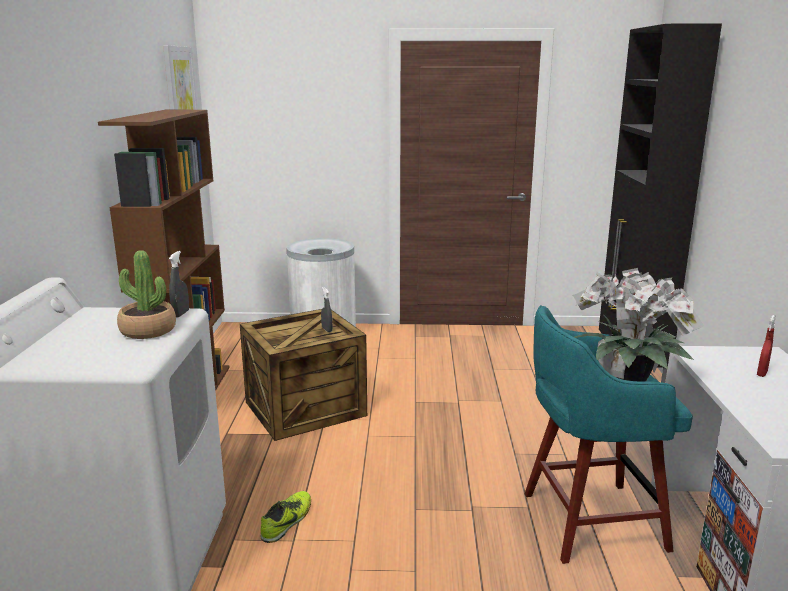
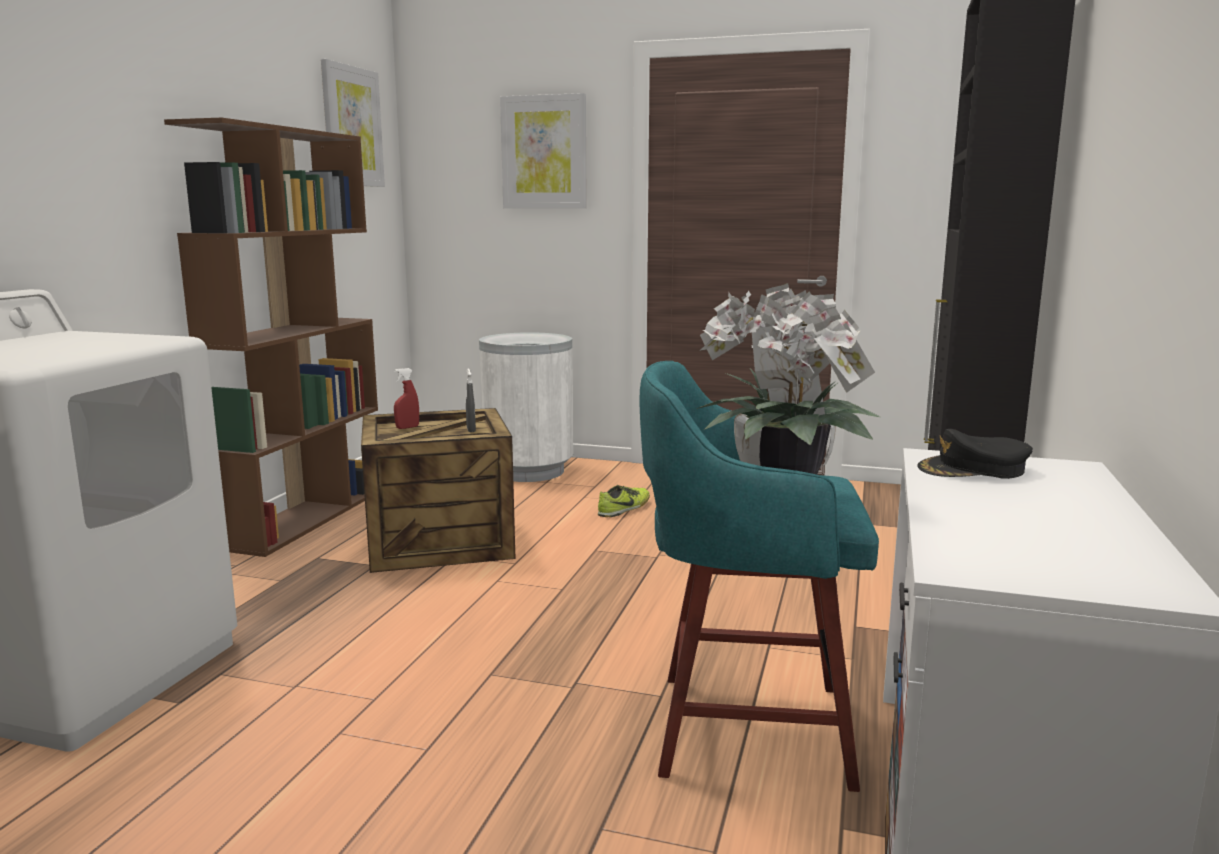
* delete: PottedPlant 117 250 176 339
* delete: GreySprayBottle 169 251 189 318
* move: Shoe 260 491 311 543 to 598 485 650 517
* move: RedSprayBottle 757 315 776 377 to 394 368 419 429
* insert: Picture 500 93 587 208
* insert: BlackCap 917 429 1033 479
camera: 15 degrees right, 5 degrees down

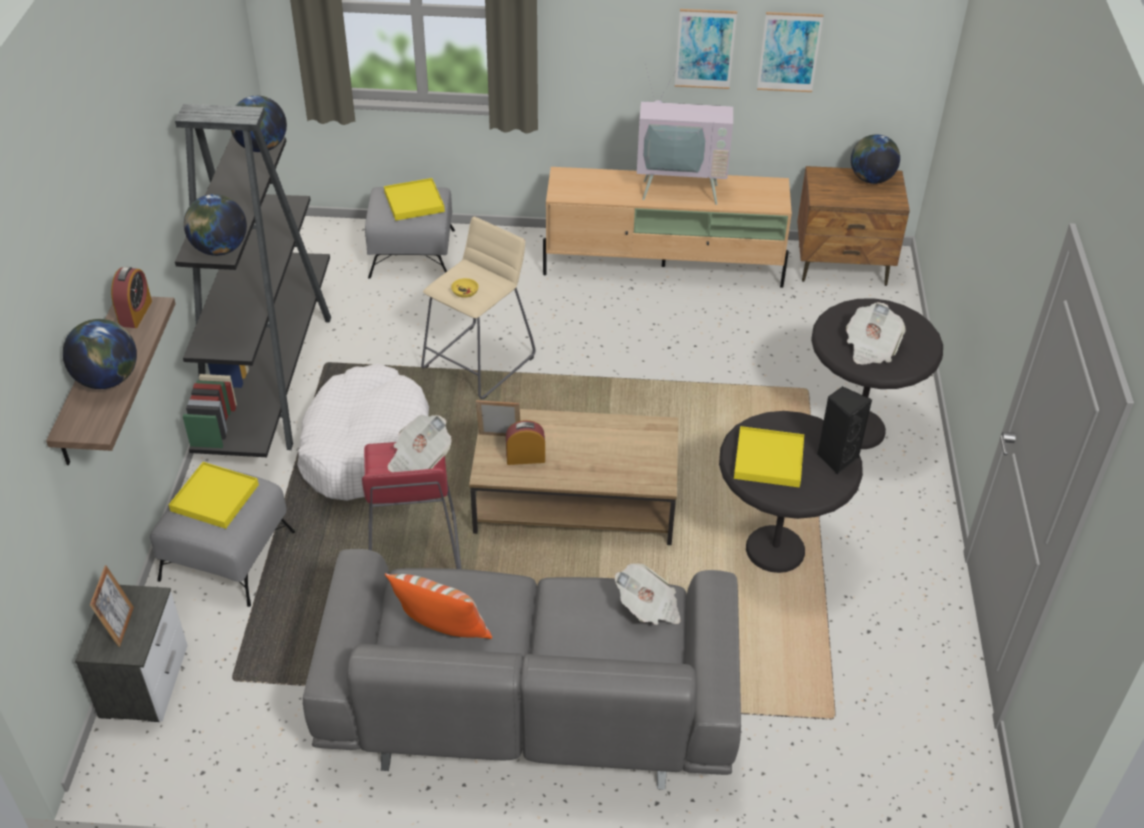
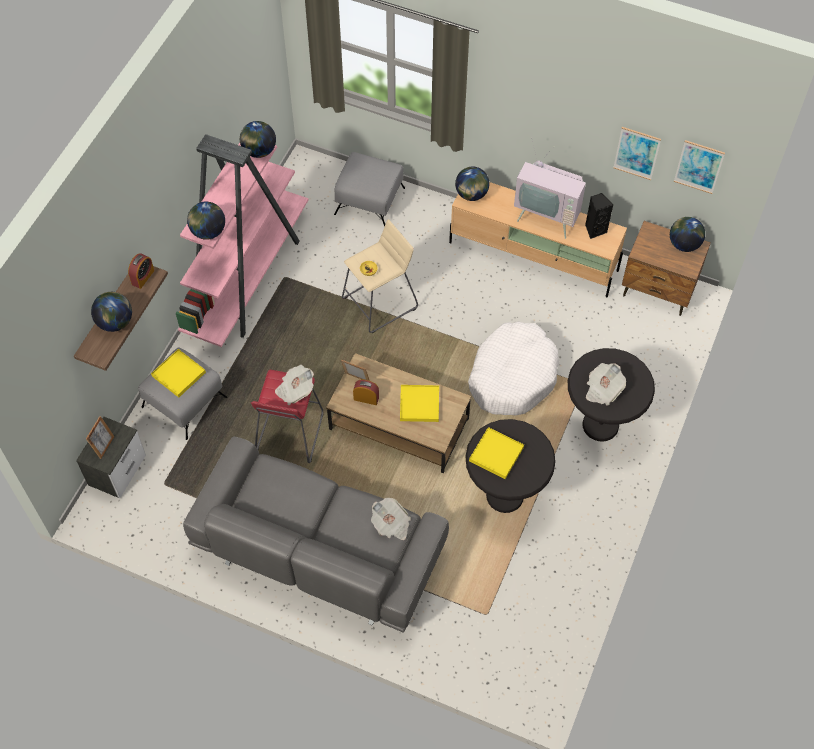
* recolor: BlackBookcase 175 104 331 457 to PinkBookcase 176 134 308 347
* move: WhiteDogBed 297 363 429 501 to 468 321 560 415
* move: YellowTray 384 178 445 221 to 400 385 439 422
* delete: Pillow 385 573 492 639
* move: Picture 675 9 737 89 to 674 140 725 194
* move: BlackSpeaker 817 386 872 475 to 585 193 613 239
* insert: Globe 455 167 489 201
camera: 20 degrees right, 15 degrees up

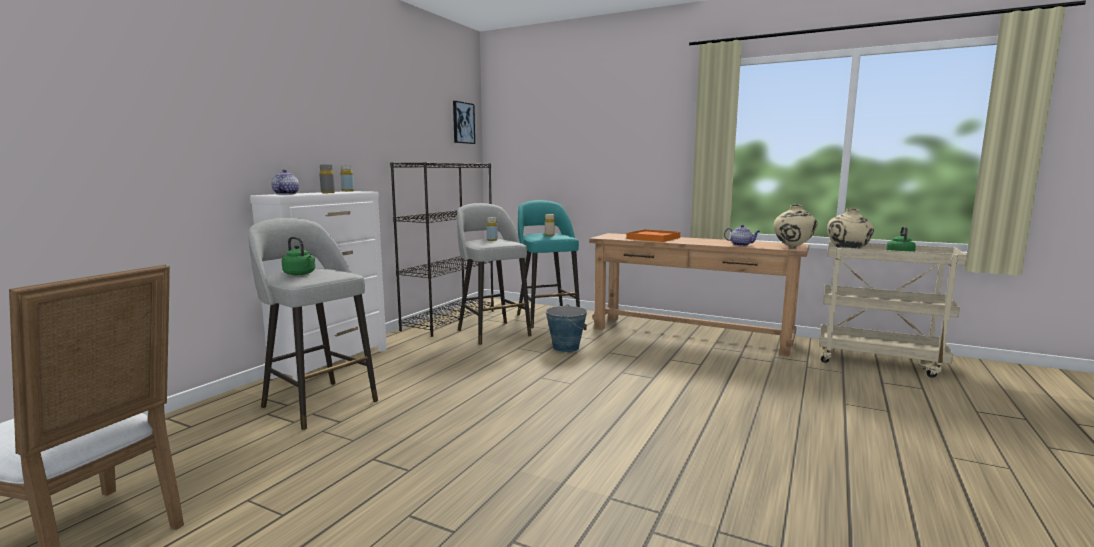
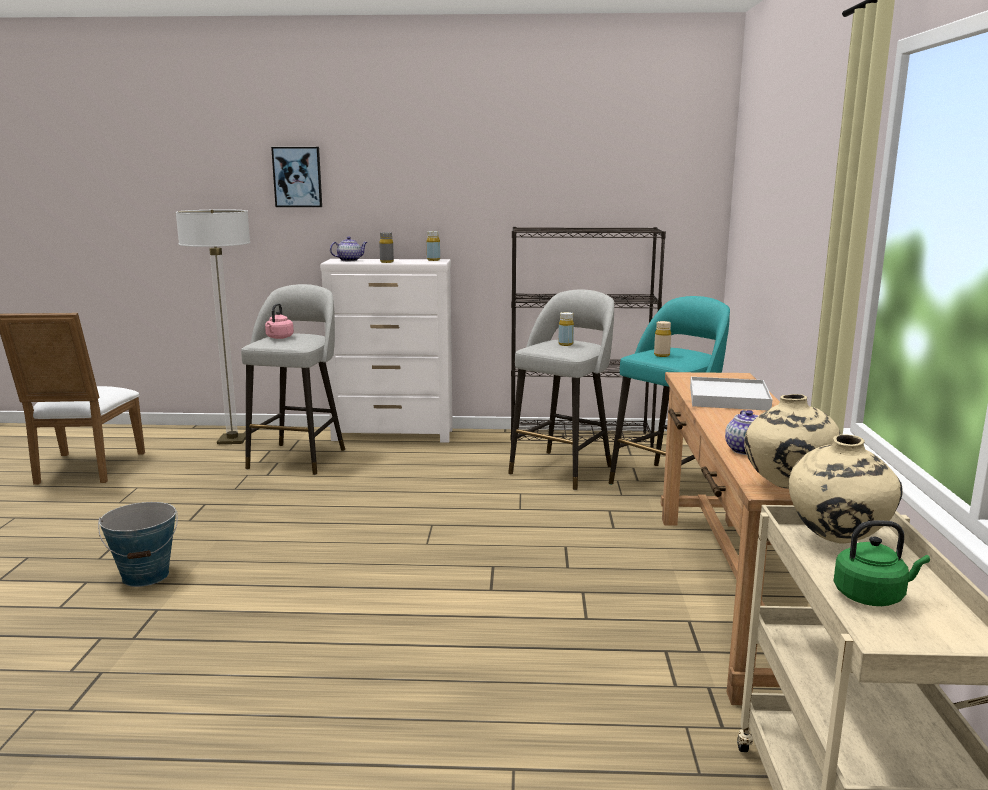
* recolor: GreenKettle 282 237 315 275 to PinkKettle 265 303 294 339
* move: Picture 453 101 475 144 to 271 147 322 207
* move: Bucket 546 304 587 352 to 98 502 178 587
* recolor: OrangeTray 626 229 680 242 to WhiteTray 690 377 772 410
* insert: FloorLamp 176 209 251 444
camera: 65 degrees right, 5 degrees up

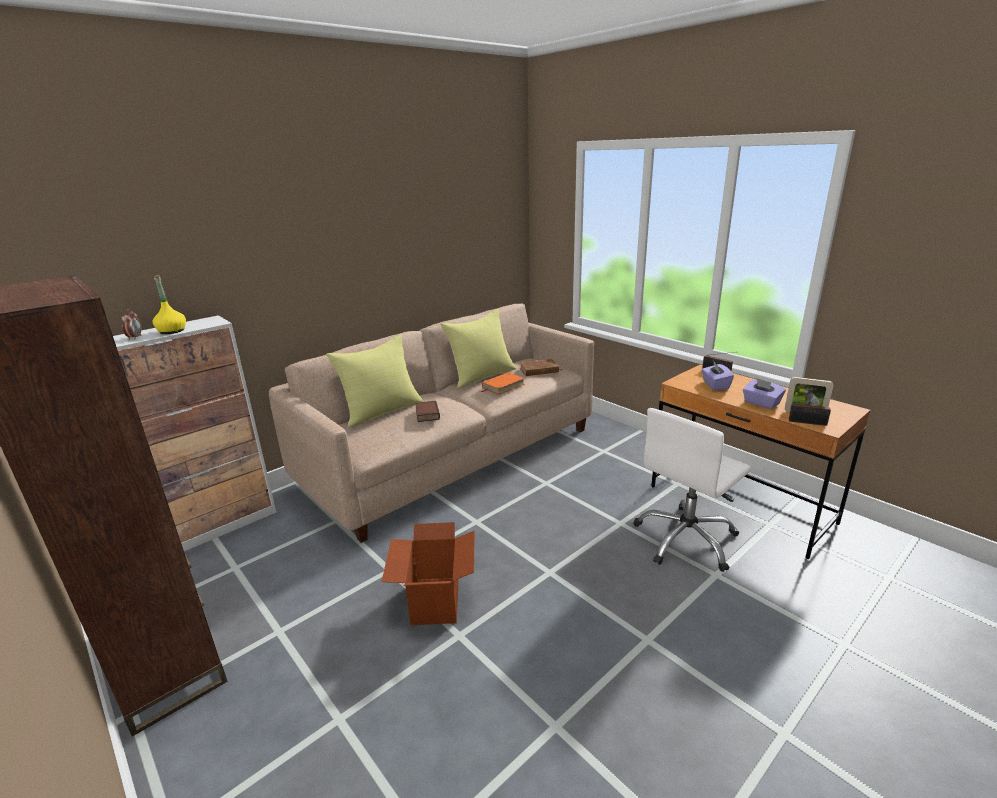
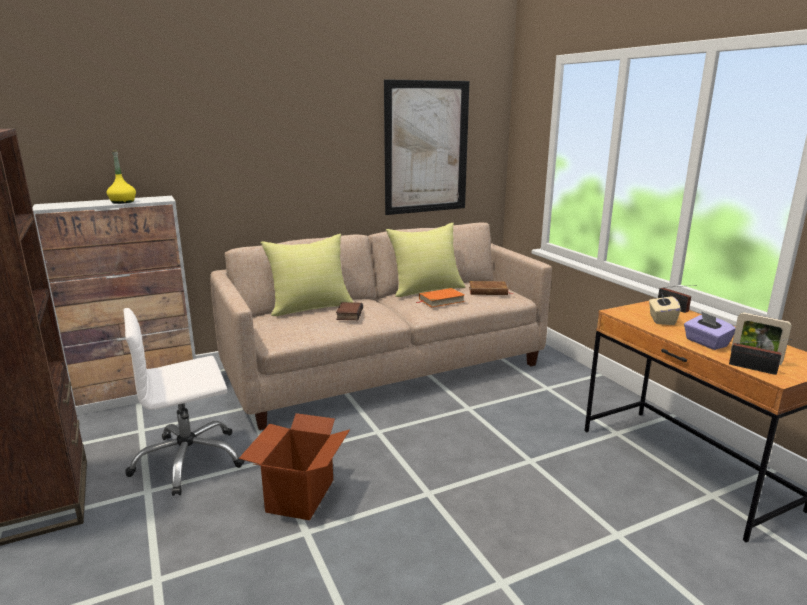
* delete: AlarmClock 121 309 142 340
* move: WhiteOfficeChair 633 408 751 572 to 123 308 244 496
* recolor: PurpleTissueBox 702 361 734 390 to BeigeTissueBox 649 292 681 325
* insert: Picture 384 79 470 215
camera: 15 degrees right, 5 degrees down

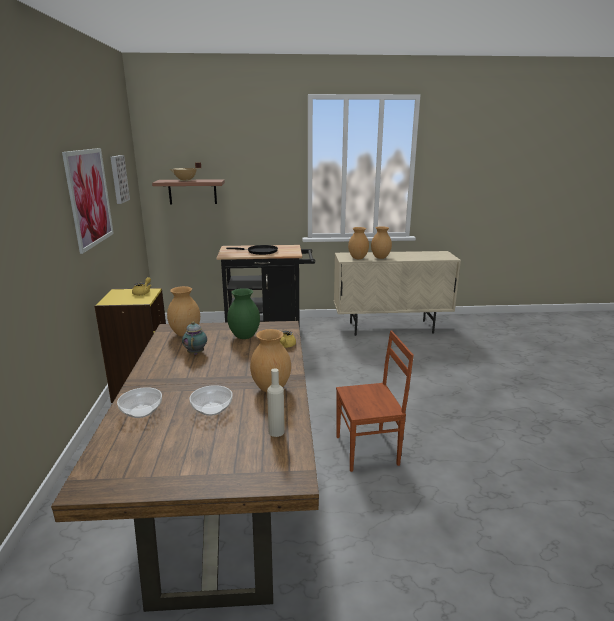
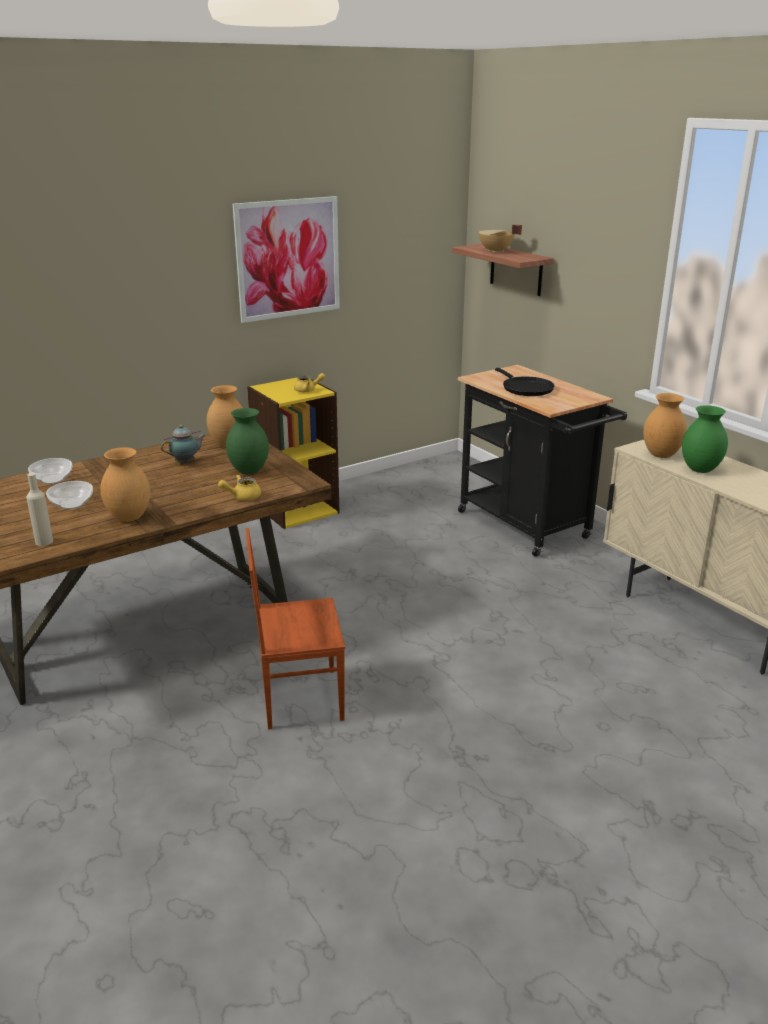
* delete: Picture 110 155 130 204
* rotate: BrownChair 336 330 414 472 = 246 528 345 730 120 degrees clockwise
* recolor: BrownVase 371 226 392 259 to GreenVase 682 405 728 473
camera: 60 degrees right, 5 degrees up

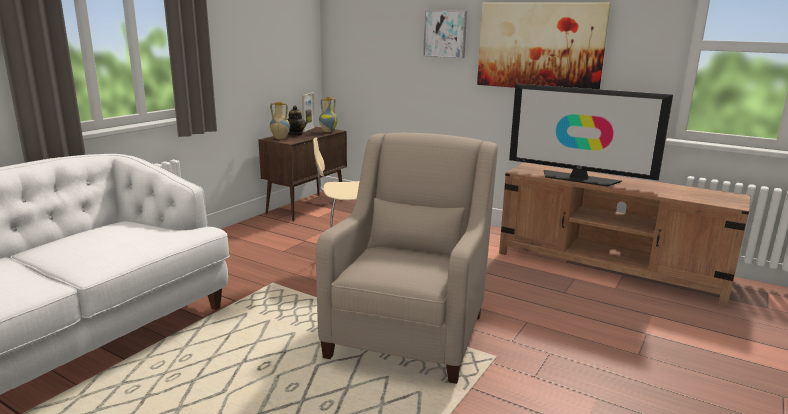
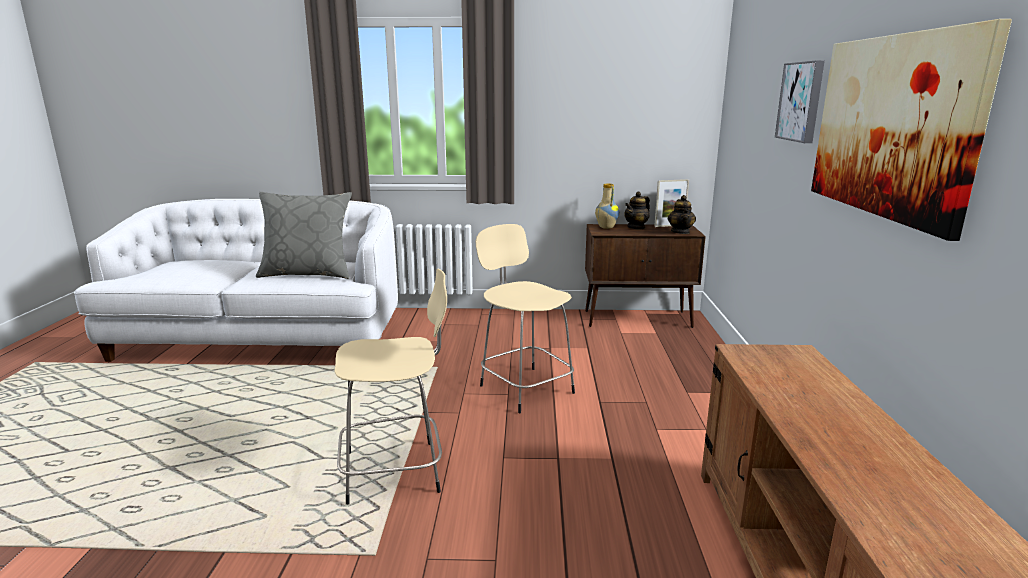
* replace: BeigeArmchair 316 133 498 384 to BeigeStool 334 269 447 505
* replace: Vase 319 97 338 132 to Teapot 667 195 696 234
* delete: Television 509 84 673 187
* insert: GreyPillow 256 192 352 279
camera: 60 degrees right, 0 degrees up

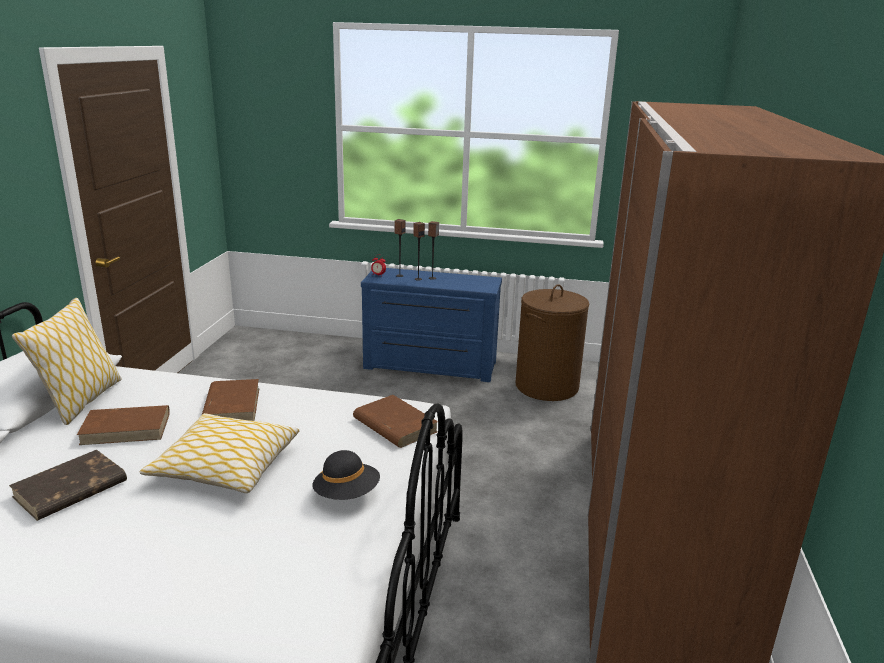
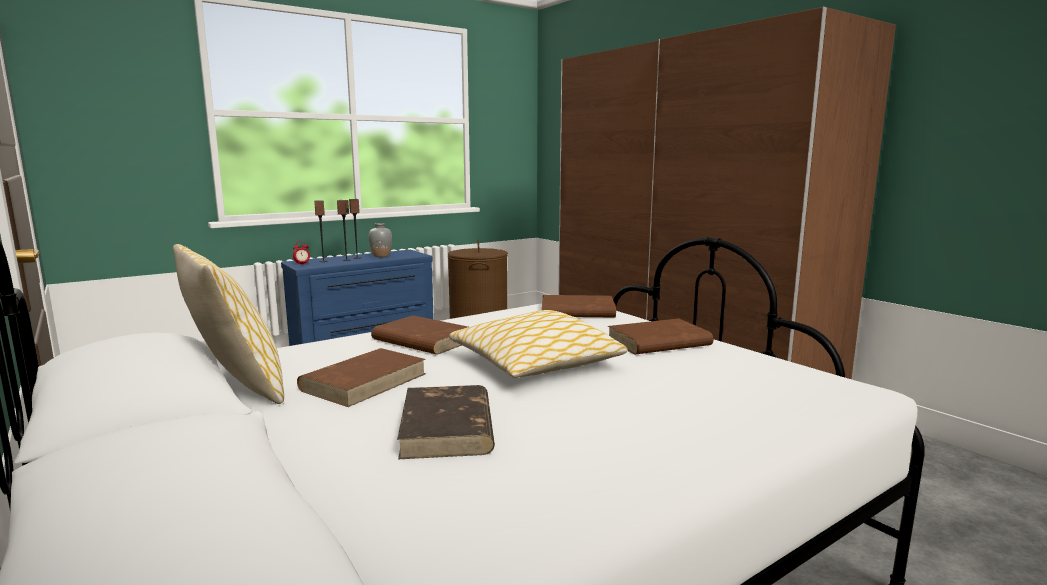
* replace: BlackHat 312 450 380 500 to BrownBook 608 318 714 354
* insert: GreyVase 369 223 392 257
camera: 45 degrees left, 10 degrees down

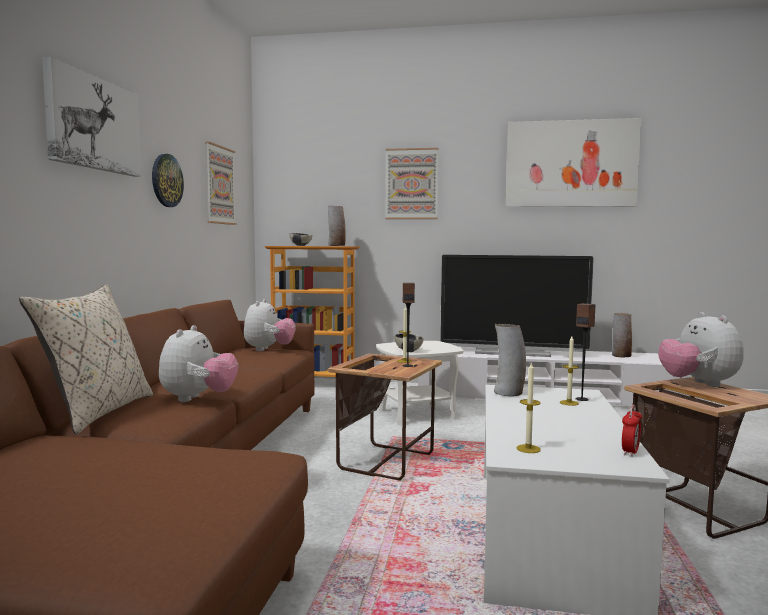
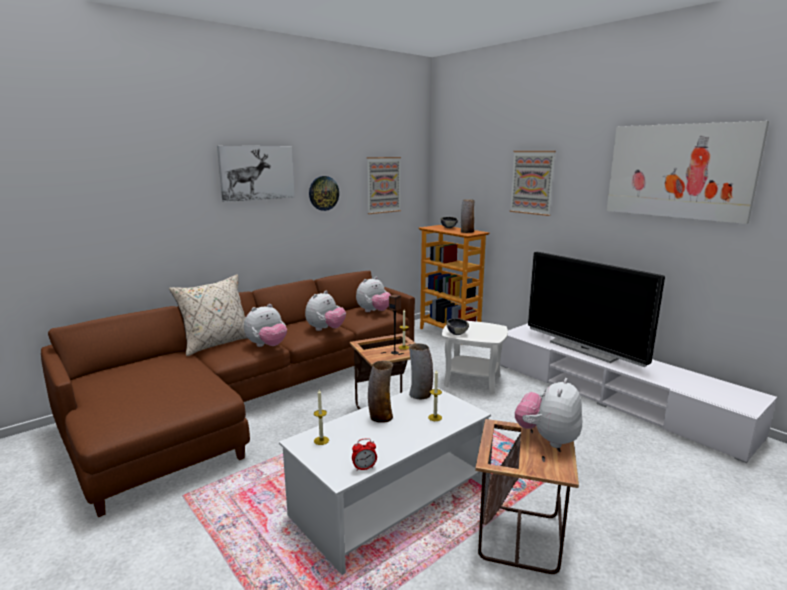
* delete: Speaker 575 303 596 401
* move: Vase 612 313 632 357 to 368 361 393 423
* insert: PlushToy 305 291 346 331
camera: 40 degrees right, 10 degrees up

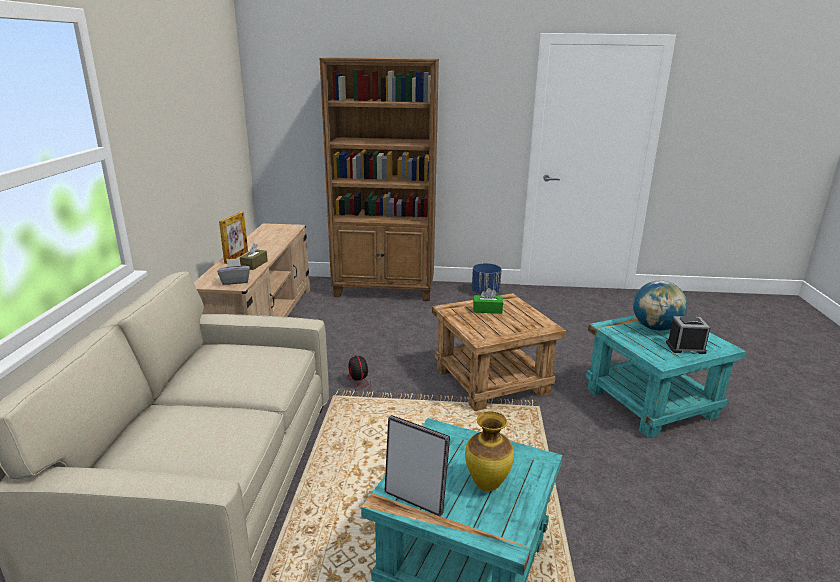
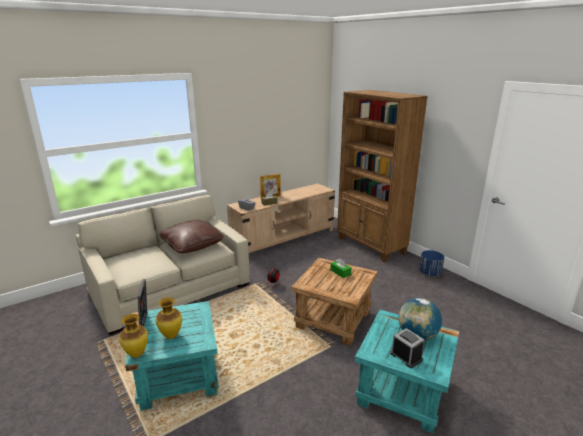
* insert: Vase 119 314 148 358
* insert: BrownPillow 159 220 224 253
camera: 50 degrees right, 0 degrees up

